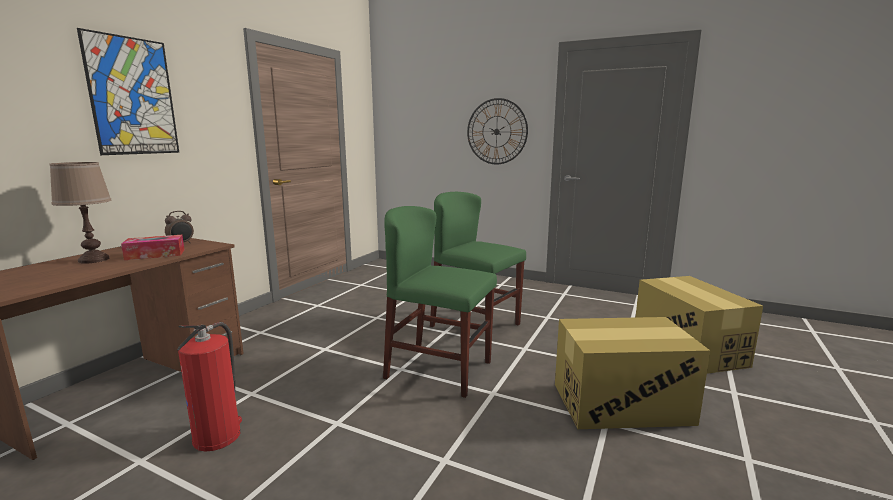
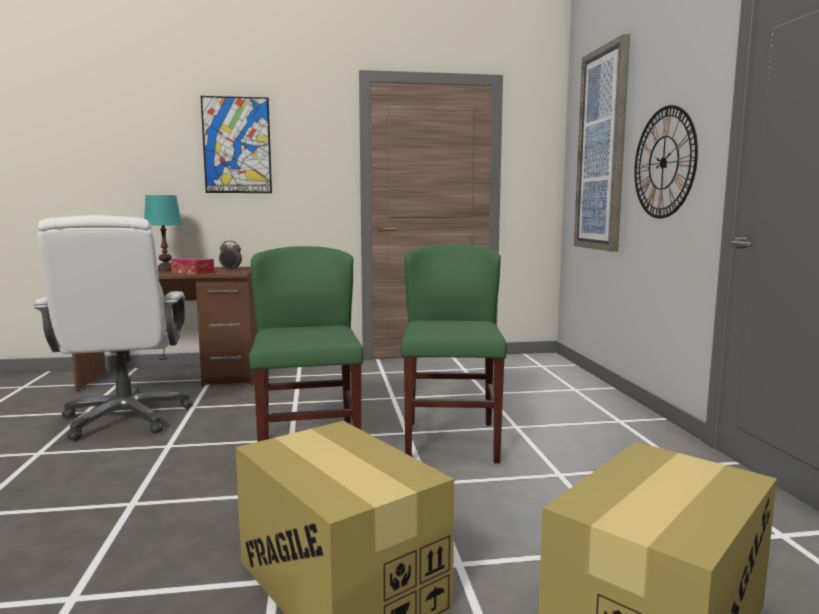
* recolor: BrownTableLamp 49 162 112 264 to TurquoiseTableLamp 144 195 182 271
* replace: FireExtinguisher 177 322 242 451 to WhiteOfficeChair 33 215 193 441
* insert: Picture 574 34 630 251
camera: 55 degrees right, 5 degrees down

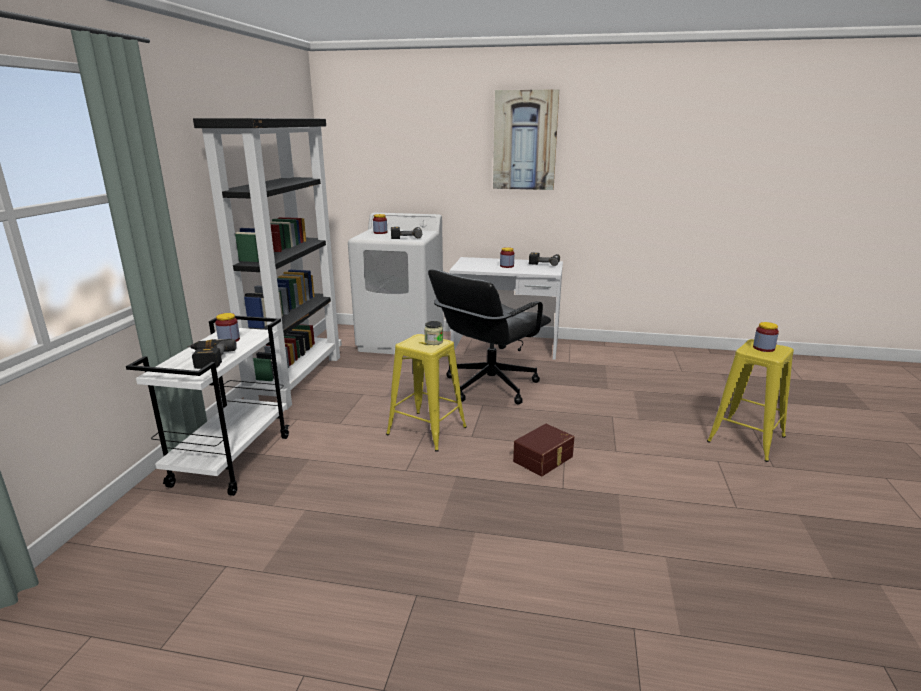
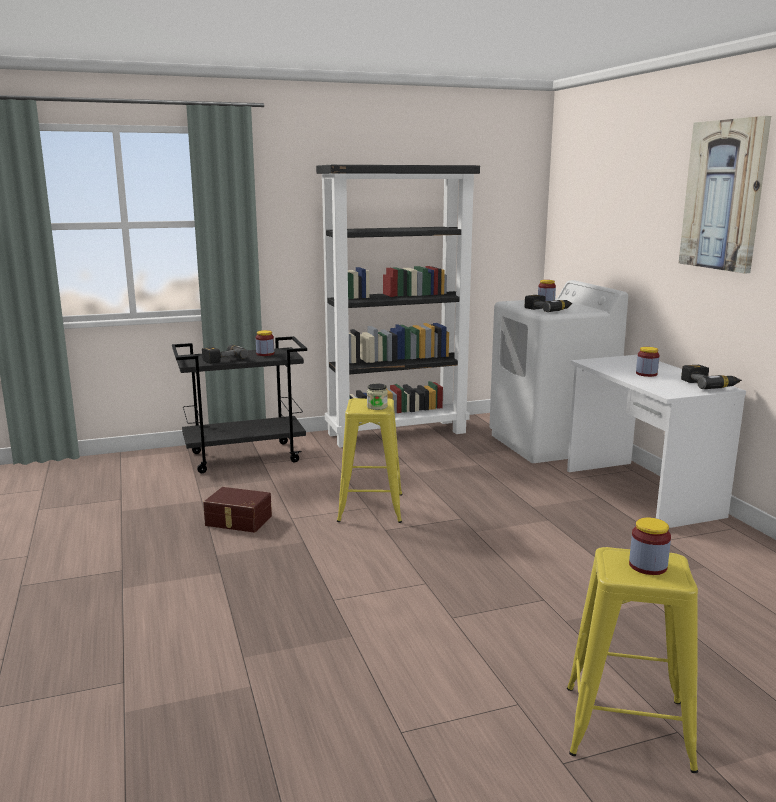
* recolor: WhiteCart 126 316 289 496 to BlackCart 172 336 307 473
* delete: BlackOfficeChair 428 269 551 404
* move: BrownStorageBox 513 424 574 476 to 203 487 272 532
camera: 60 degrees right, 5 degrees down

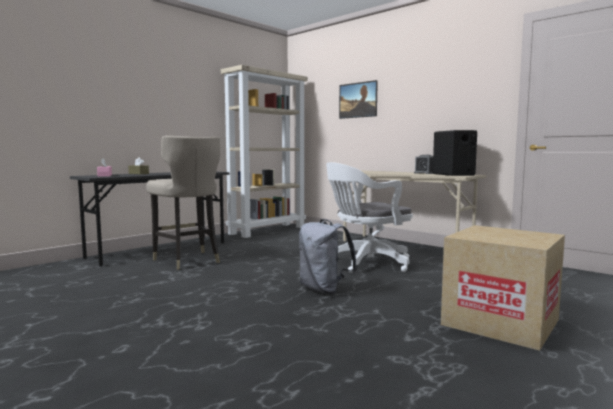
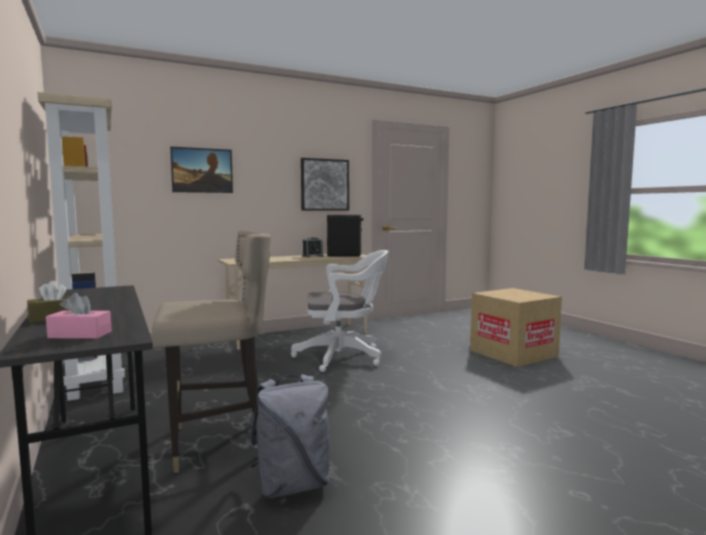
* move: GreyBackpack 299 219 357 294 to 250 374 330 498
* rotate: WhiteOfficeChair 326 162 413 273 = 291 250 388 372 90 degrees counterclockwise
* insert: Picture 301 158 349 211
camera: 70 degrees left, 0 degrees up

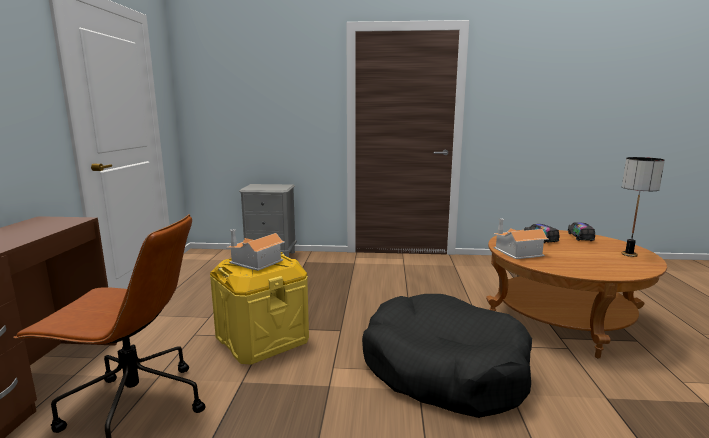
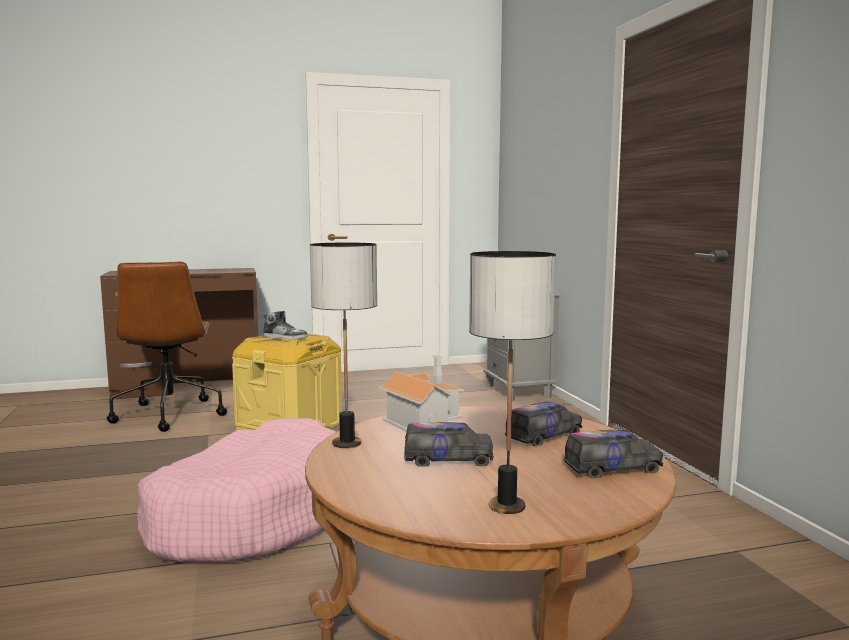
* replace: ToyHouse 226 229 285 271 to Shoe 263 311 307 339
* recolor: BlackDogBed 362 294 532 418 to PinkDogBed 138 418 337 562
* insert: TableLamp 310 243 377 448
* insert: ToyTruck 404 422 494 466
camera: 70 degrees right, 5 degrees down

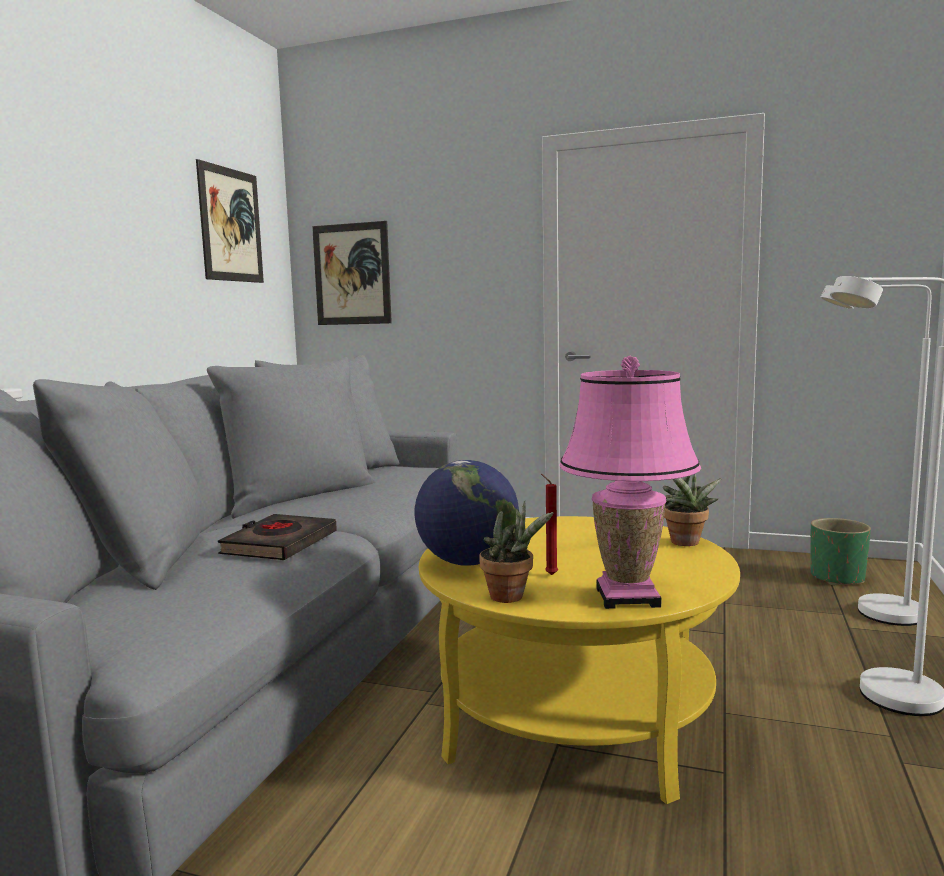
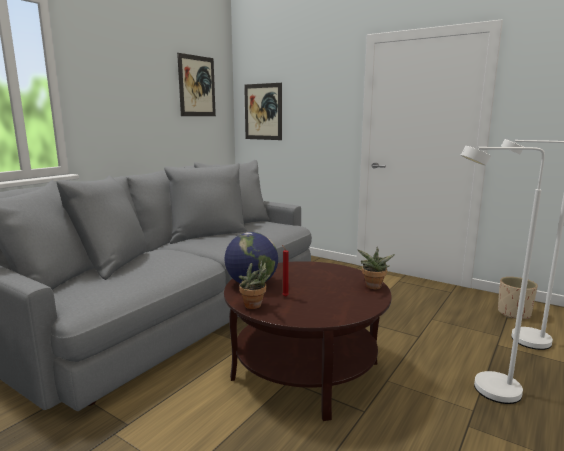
* delete: BlackBook 218 514 337 560
* recolor: YellowCoffeeTable 419 516 740 804 to BrownCoffeeTable 224 261 392 421
* delete: PinkTableLamp 559 356 701 609
* recolor: GreenPlanter 810 518 871 585 to BeigePlanter 498 277 538 319
camera: 15 degrees right, 5 degrees up

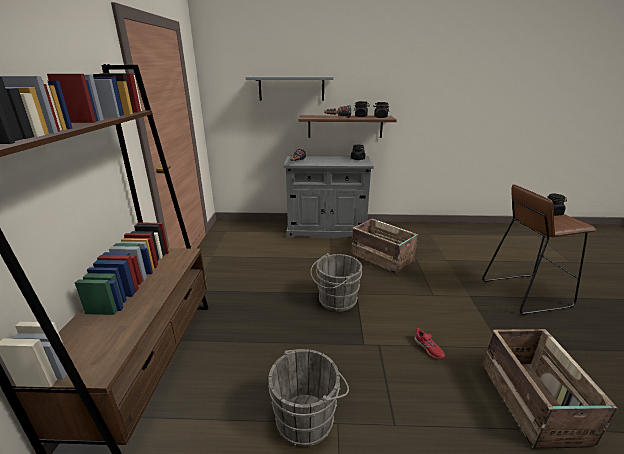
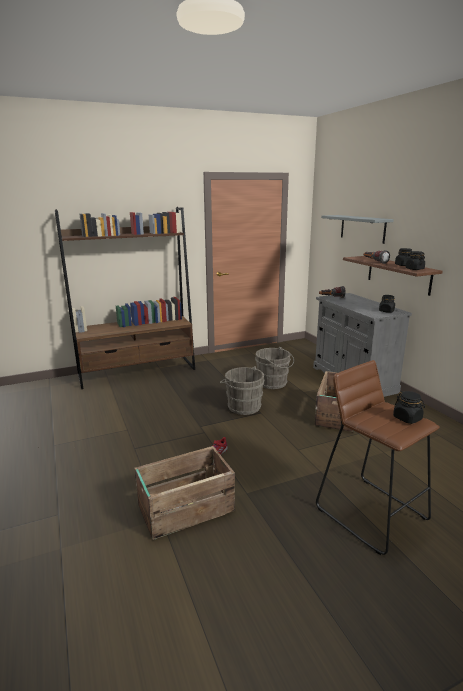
* move: GreyBucket 268 349 349 447 to 255 347 294 389
camera: 65 degrees right, 5 degrees down

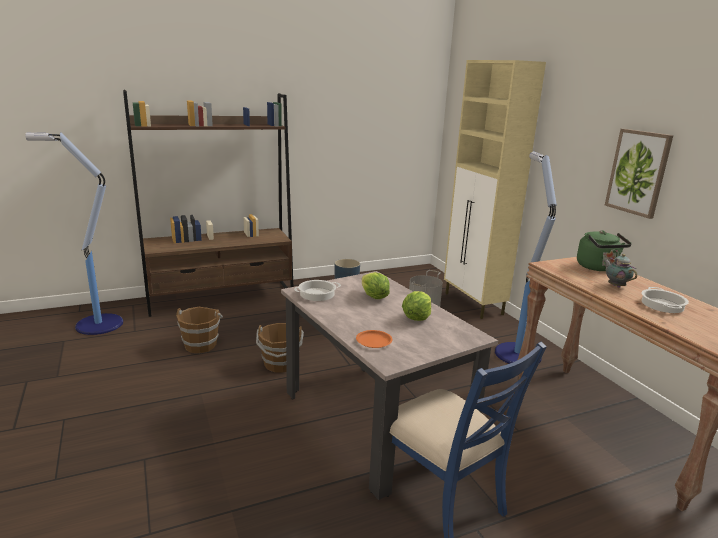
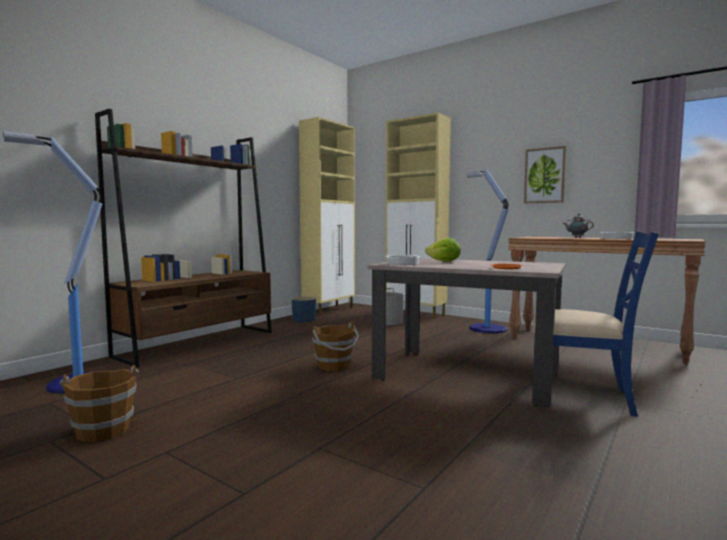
* move: BrownBucket 176 307 223 353 to 59 365 139 442
* delete: Lettuce 402 291 431 321
* delete: GreenKettle 577 230 632 271
* insert: BeigeCabinet 299 117 355 316
camera: 30 degrees left, 15 degrees down

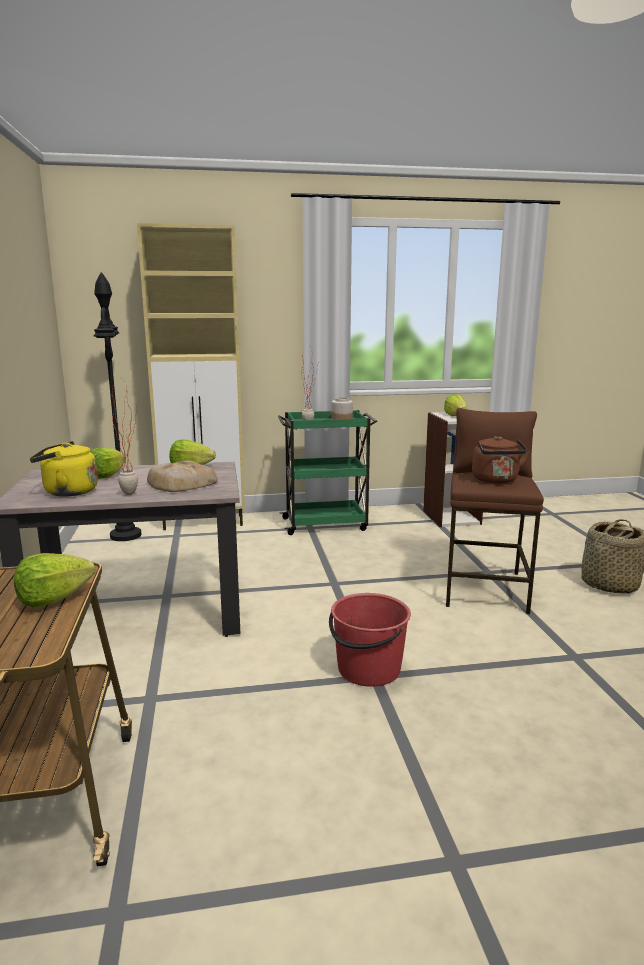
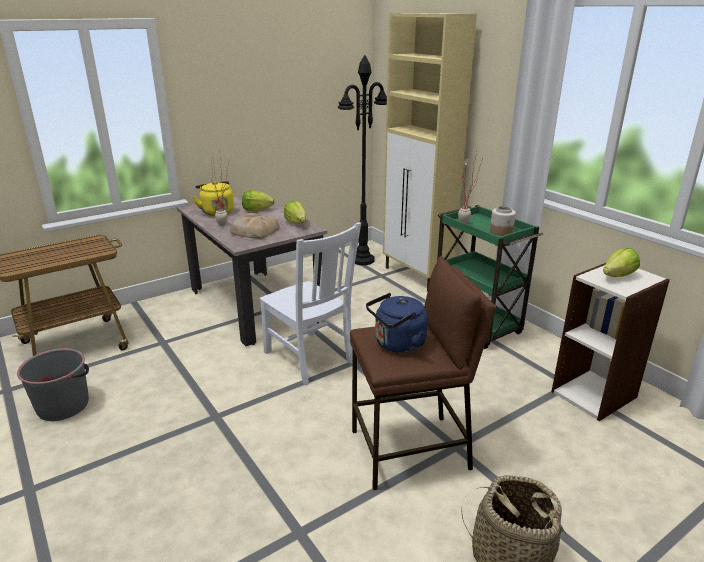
* delete: Lettuce 14 553 95 607
* delete: RedBucket 329 593 411 687
* recolor: BrownKettle 472 436 529 484 to BlueKettle 366 293 428 353
* insert: GreyBucket 17 348 89 421
* insert: WhiteChair 260 222 361 385
camera: 65 degrees right, 10 degrees up

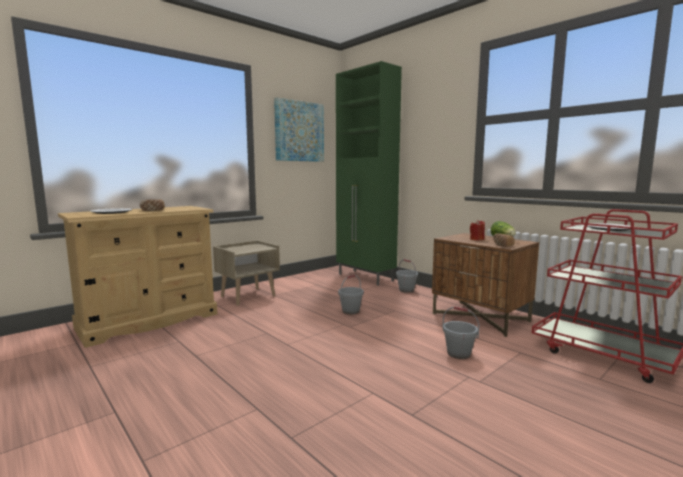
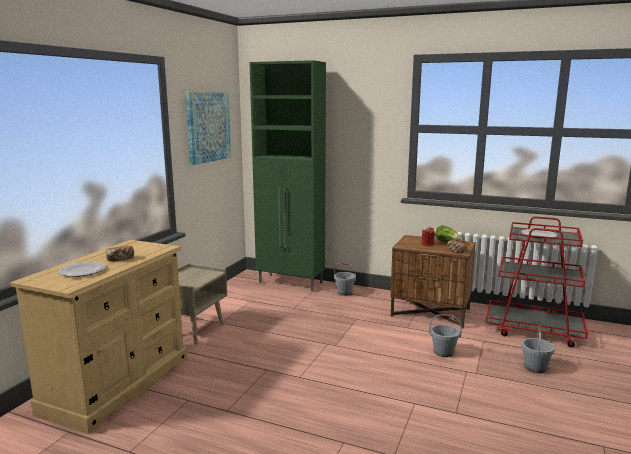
* move: GreyBucket 338 275 364 314 to 521 326 555 373
camera: 25 degrees left, 5 degrees up

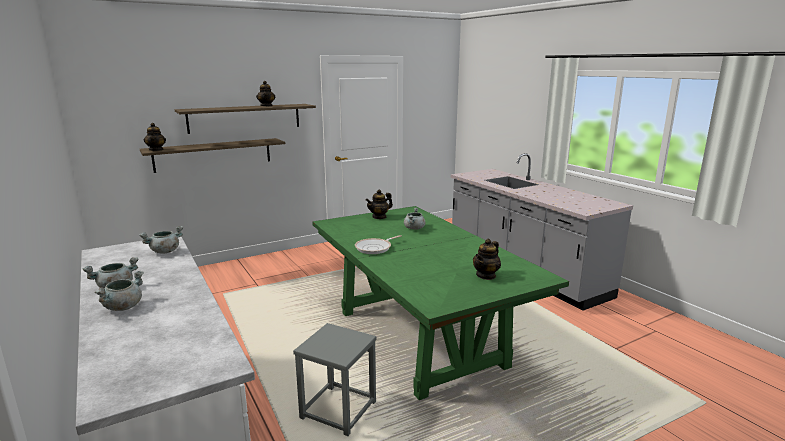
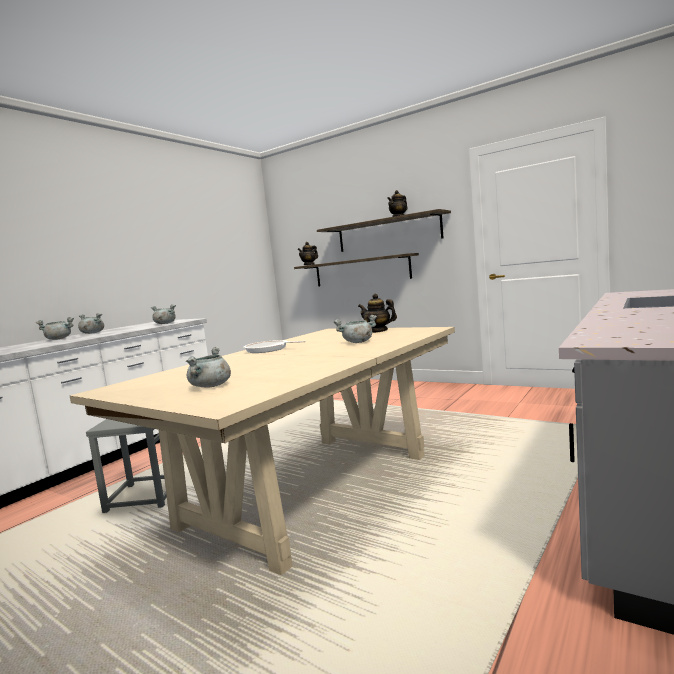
* recolor: GreenDiningTable 312 206 569 400 to BeigeDiningTable 70 327 455 575
* replace: Teapot 473 239 501 280 to GreyCookingPot 186 347 231 388
camera: 65 degrees right, 10 degrees down

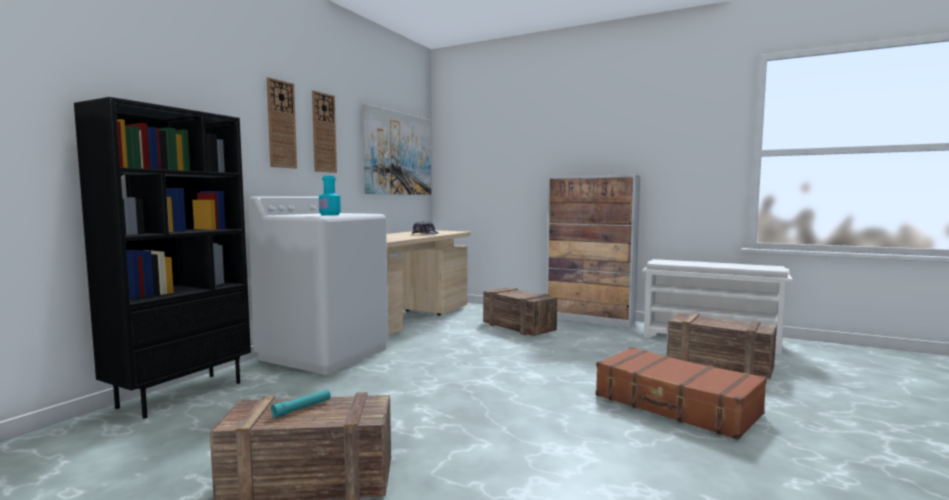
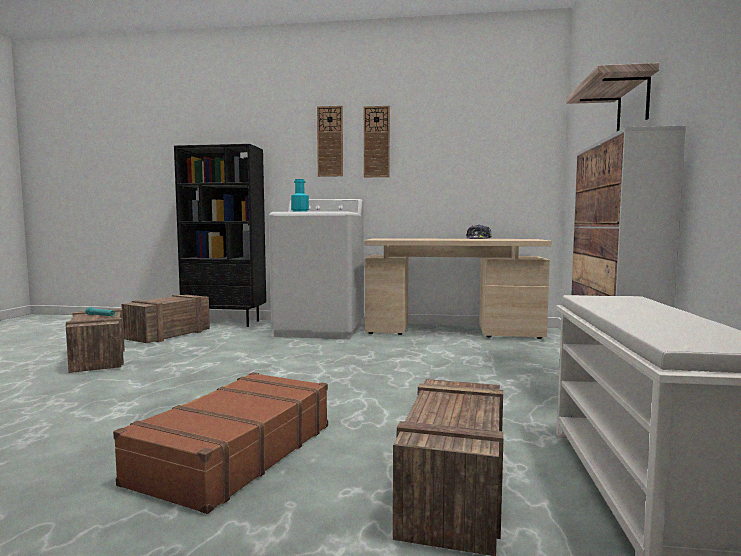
* delete: Picture 363 104 431 195
* move: Crate 483 288 557 336 to 121 294 210 343
* insert: Shelf 566 63 659 131
camera: 70 degrees right, 0 degrees up

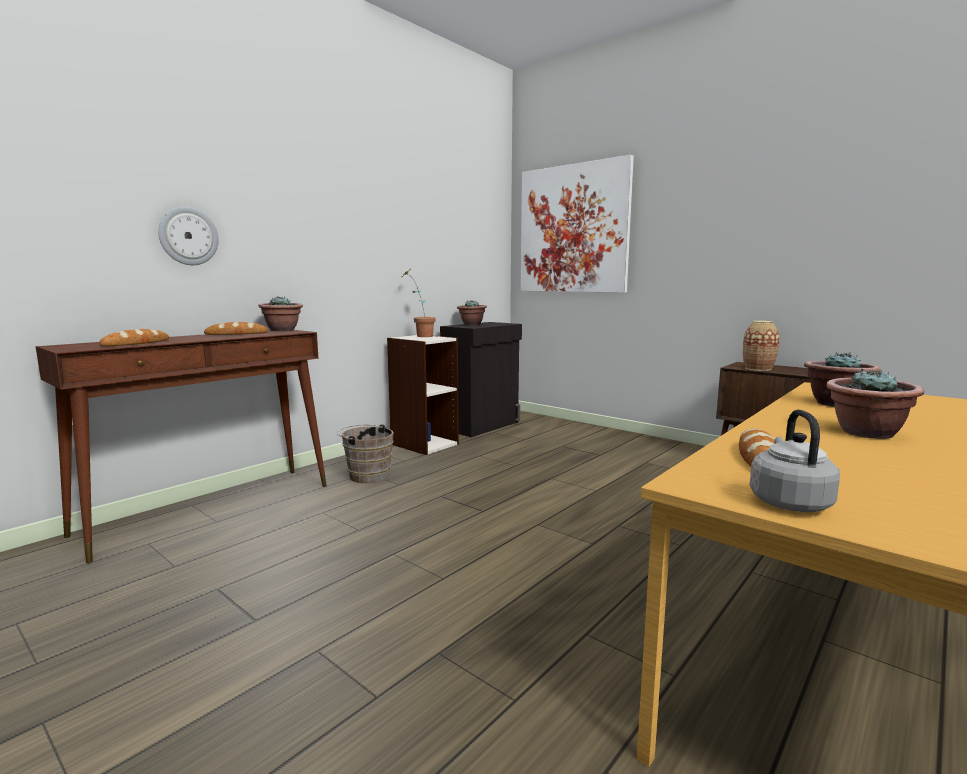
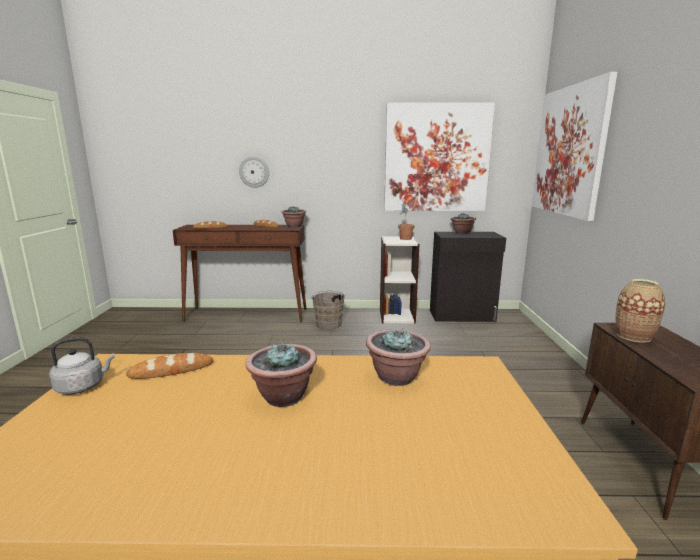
* insert: Picture 384 102 495 211
camera: 50 degrees right, 5 degrees up

